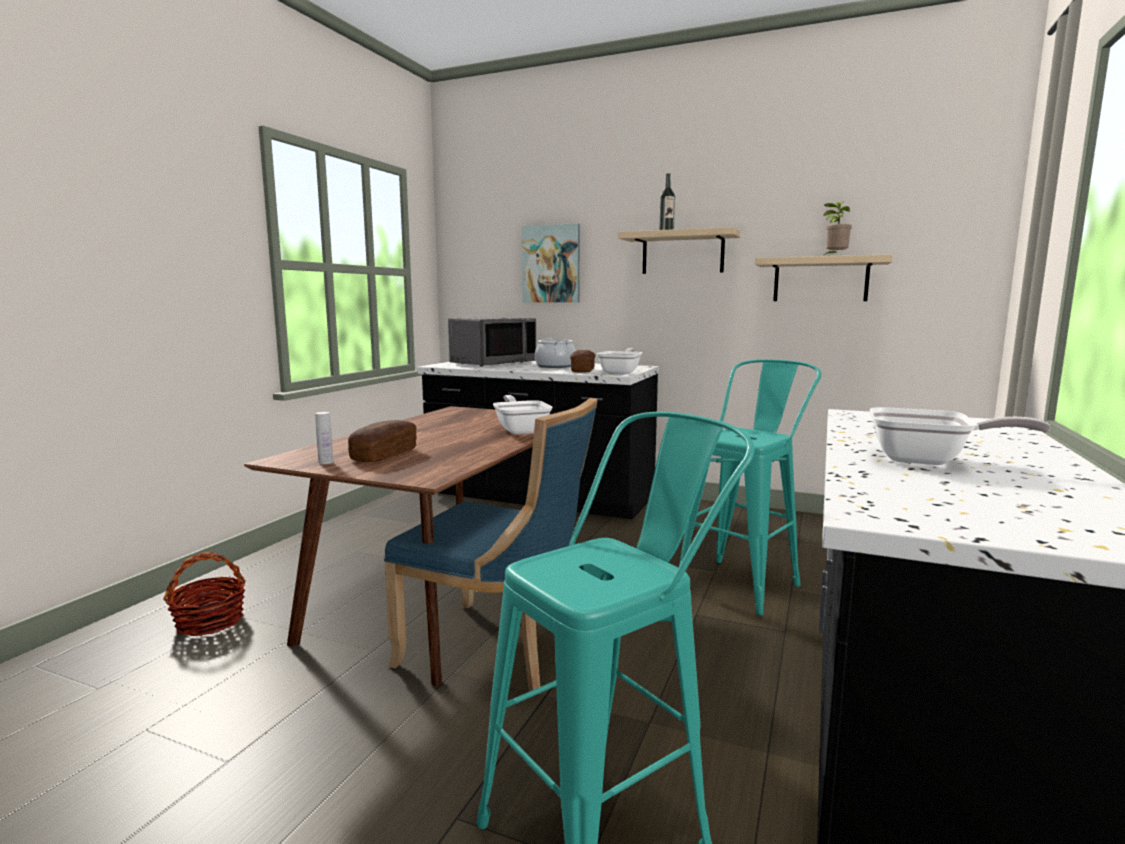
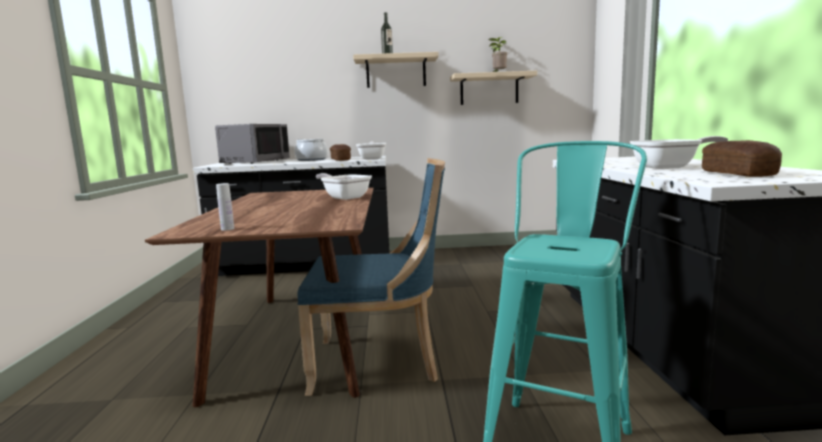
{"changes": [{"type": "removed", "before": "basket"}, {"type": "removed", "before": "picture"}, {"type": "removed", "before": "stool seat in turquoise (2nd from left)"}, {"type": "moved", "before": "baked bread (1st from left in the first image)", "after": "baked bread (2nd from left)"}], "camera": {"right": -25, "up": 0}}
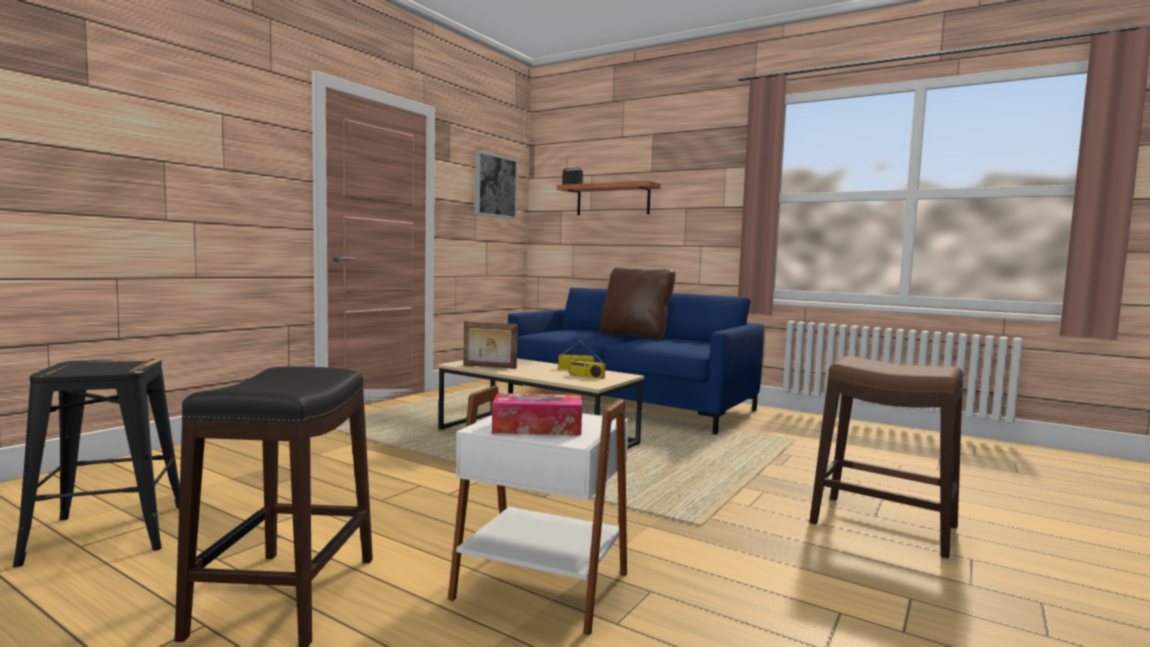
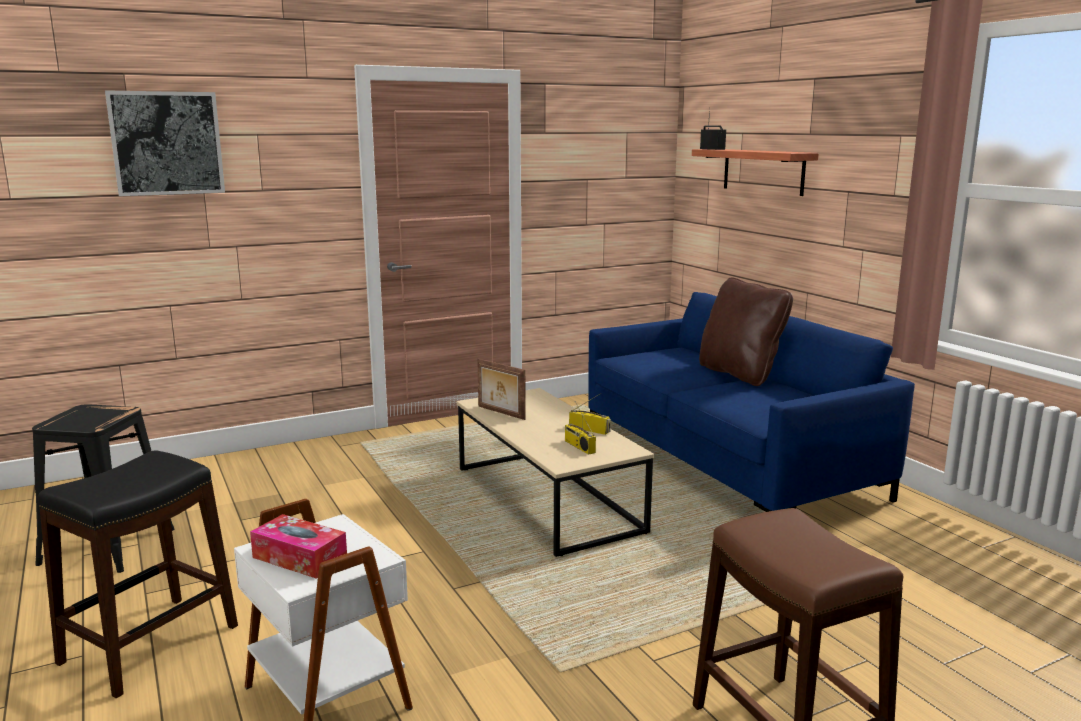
{"changes": [{"type": "moved", "before": "picture"}], "camera": {"right": 30, "up": 10}}
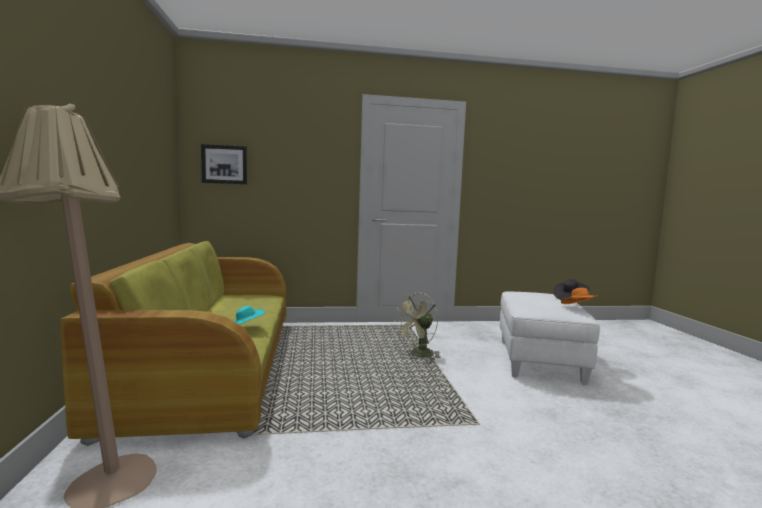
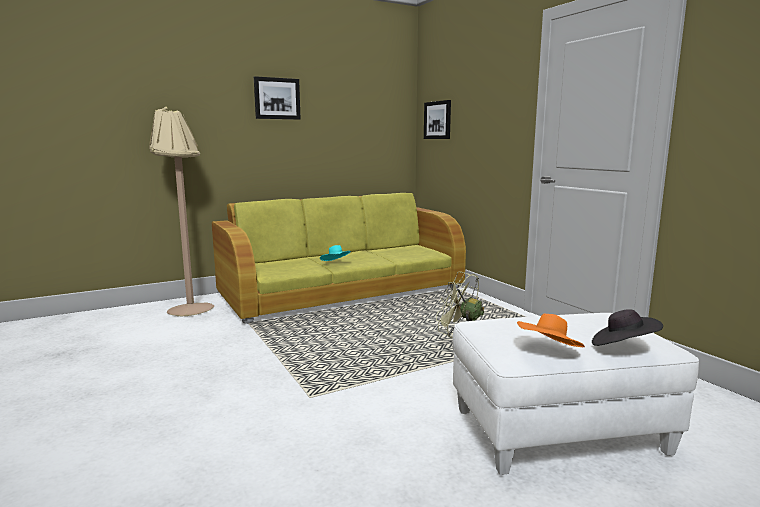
{"changes": [{"type": "added", "after": "picture (1st from left)"}], "camera": {"right": 70, "up": 5}}
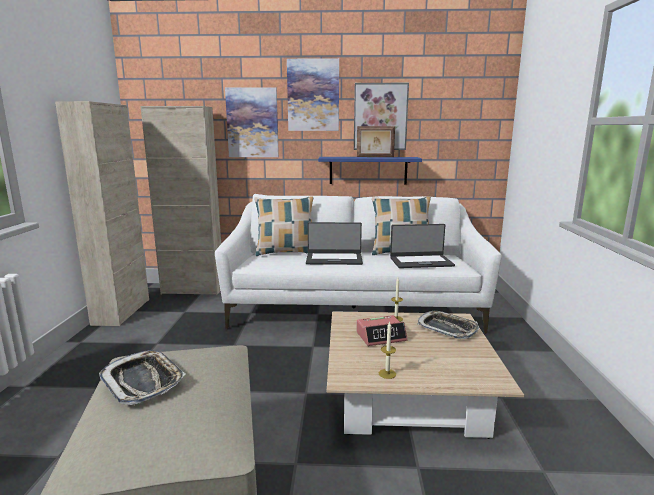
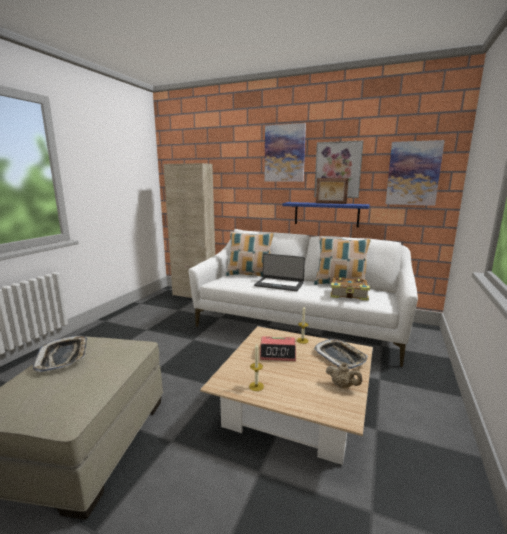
{"changes": [{"type": "removed", "before": "storage cabinet in beige (1st from left)"}, {"type": "added", "after": "teapot in beige"}, {"type": "moved", "before": "picture (1st from left in the first image)", "after": "picture (3rd from left)"}, {"type": "replaced", "before": "laptop (2nd from left)", "after": "bound book"}], "camera": {"right": 20, "up": 0}}
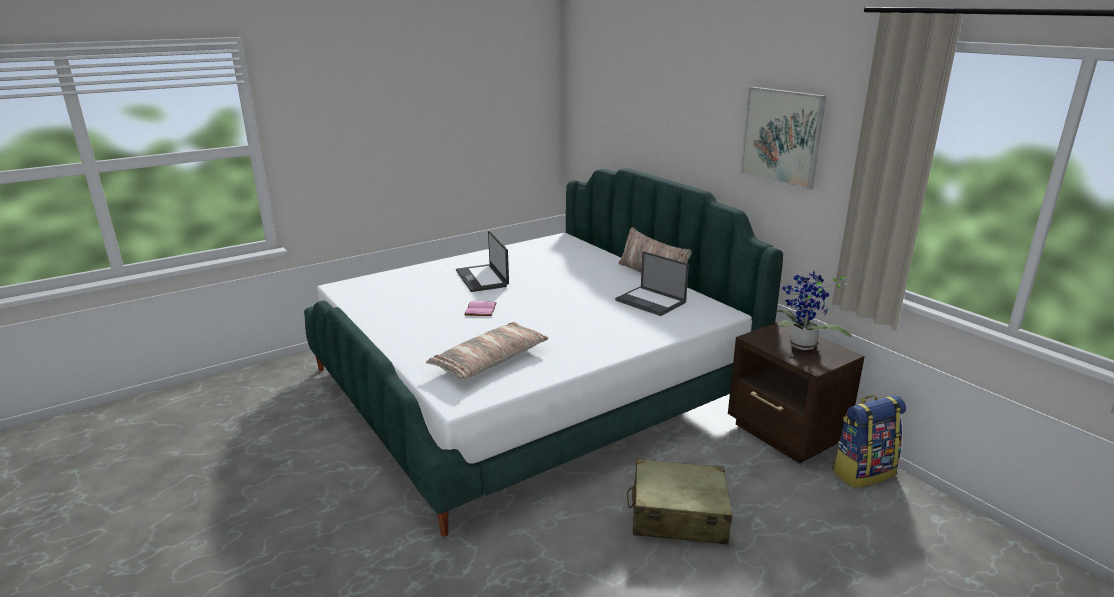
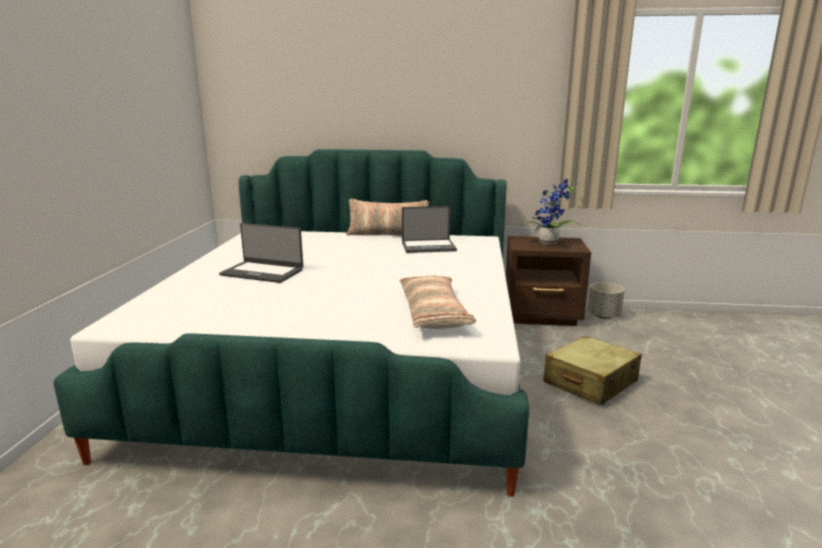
{"changes": [{"type": "removed", "before": "bound book in pink-coloured"}, {"type": "removed", "before": "picture"}, {"type": "replaced", "before": "knapsack", "after": "planter in grey"}], "camera": {"right": -50, "up": -5}}
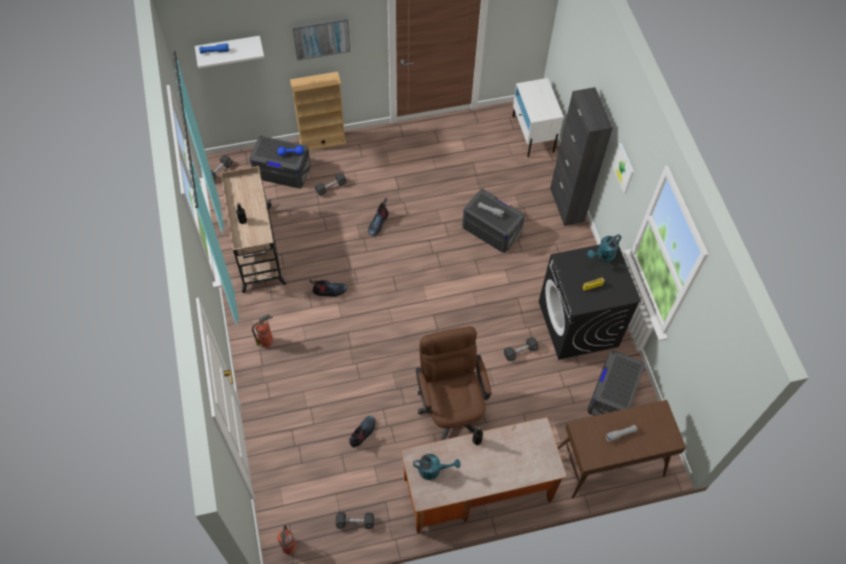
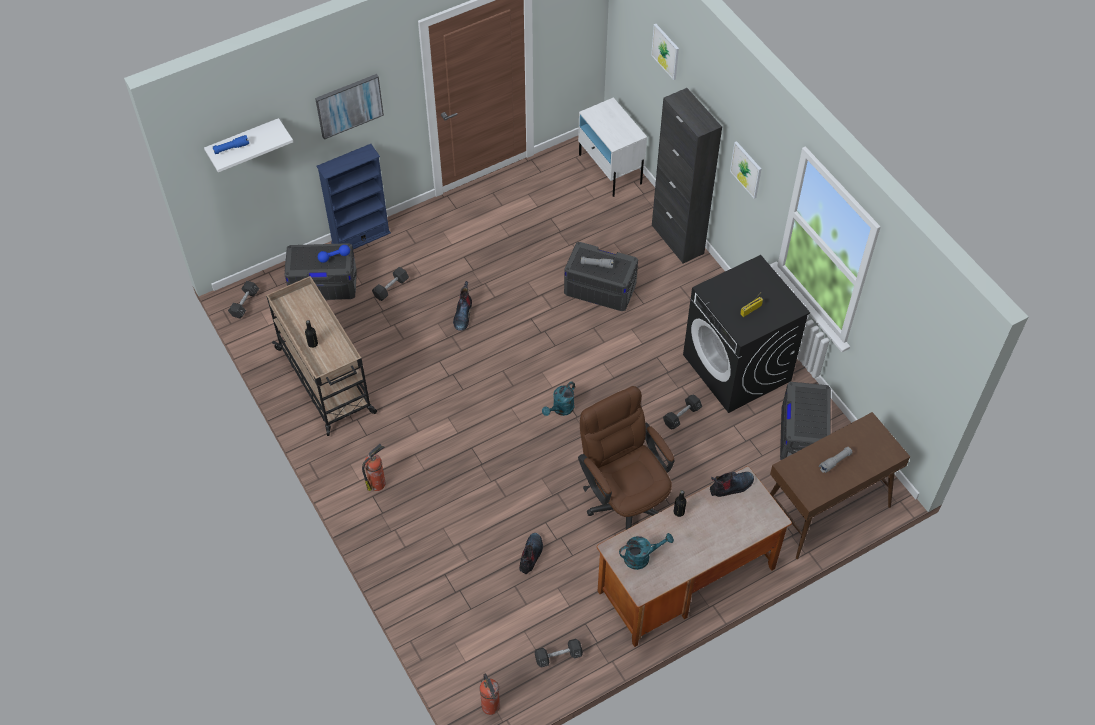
{"changes": [{"type": "added", "after": "picture (2nd from left)"}, {"type": "moved", "before": "boot (1st from left in the first image)", "after": "boot (3rd from left)"}, {"type": "moved", "before": "sprinkling can in turquoise (2nd from left in the first image)", "after": "sprinkling can in turquoise (1st from left)"}, {"type": "recoloured", "before": "shelving unit in beige", "after": "shelving unit in bluish"}], "camera": {"right": -15, "up": -5}}
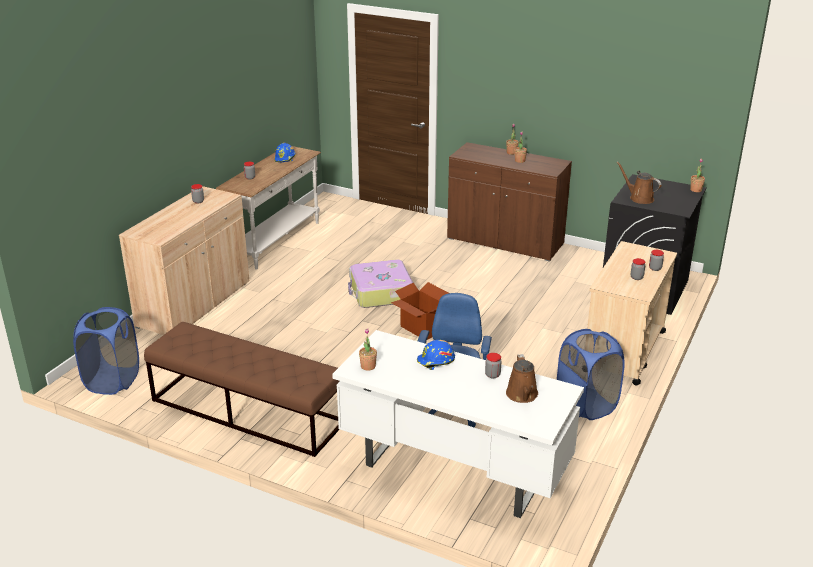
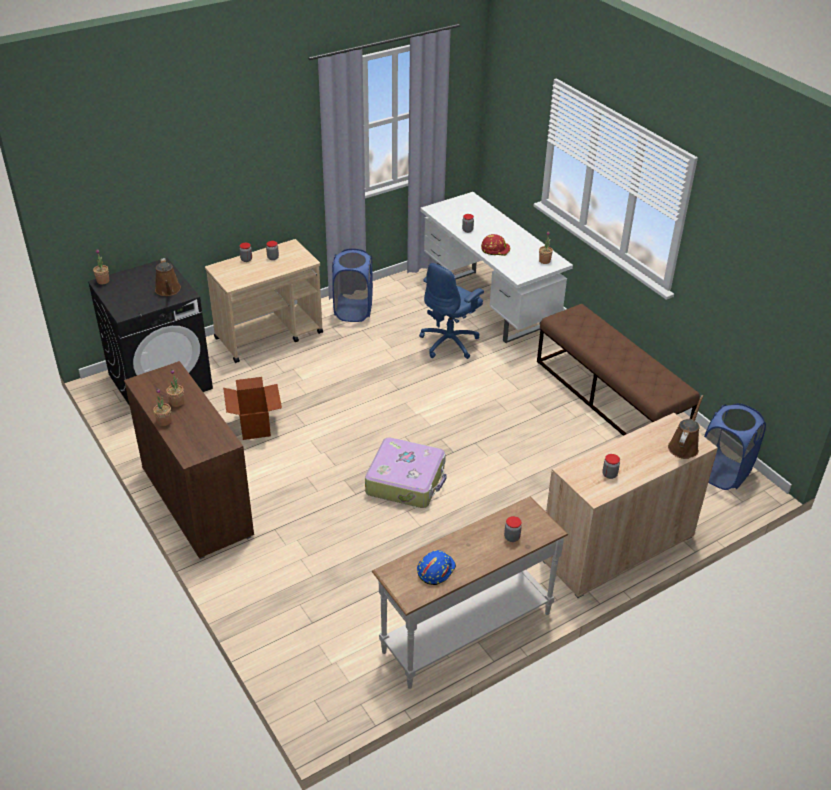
{"changes": [{"type": "moved", "before": "carton"}, {"type": "moved", "before": "sprinkling can in brownish (1st from left in the first image)", "after": "sprinkling can in brownish (2nd from left)"}, {"type": "recoloured", "before": "hard hat in bluish (2nd from left)", "after": "hard hat in reddish"}], "camera": {"right": -150, "up": 10}}
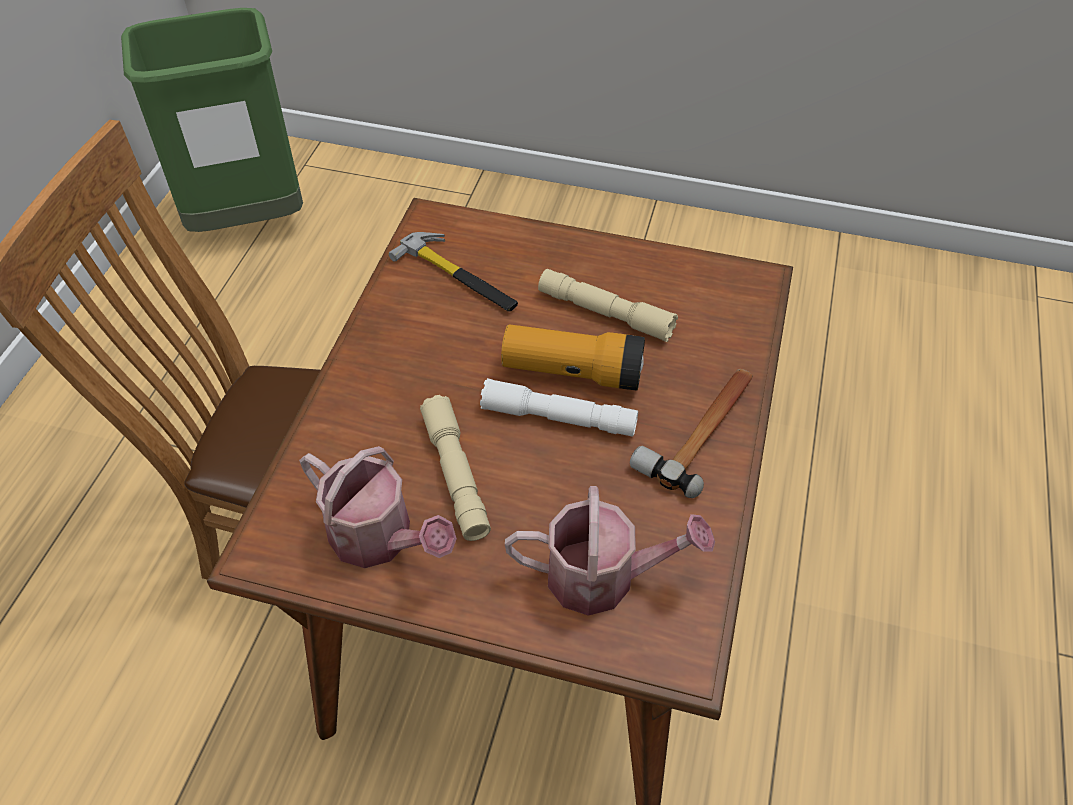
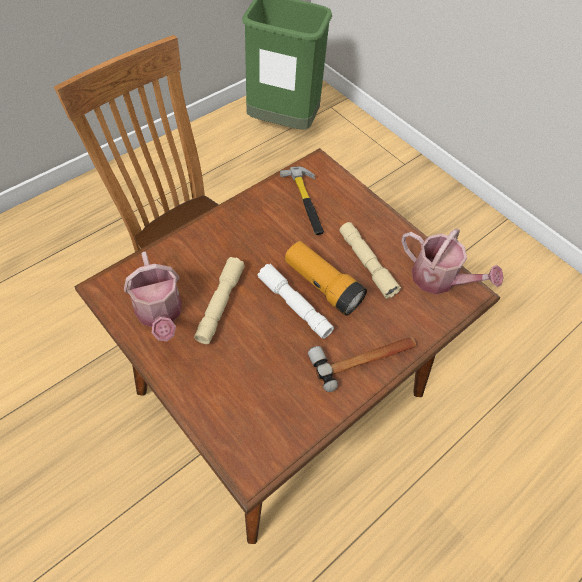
{"changes": [{"type": "moved", "before": "sprinkling can (2nd from left)"}], "camera": {"right": 30, "up": 5}}
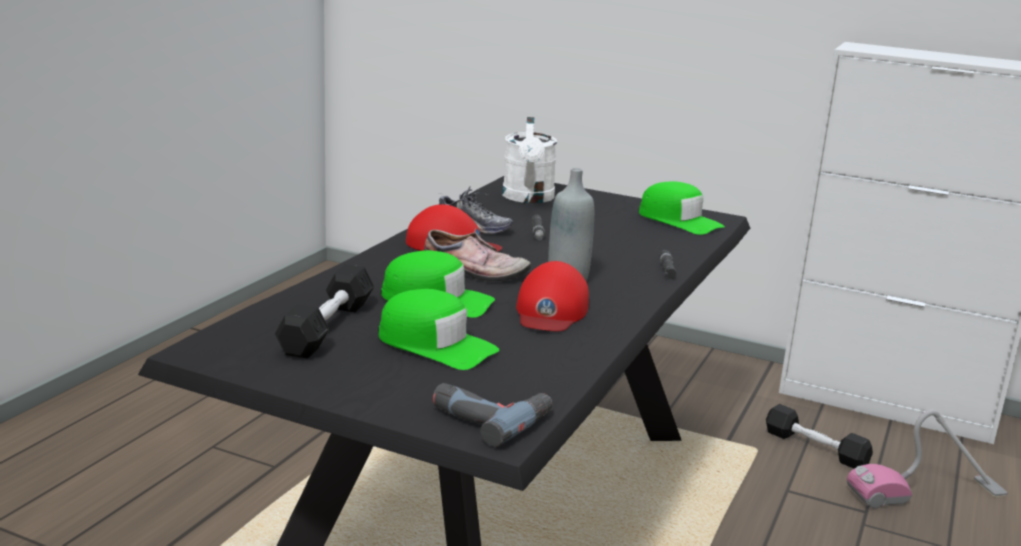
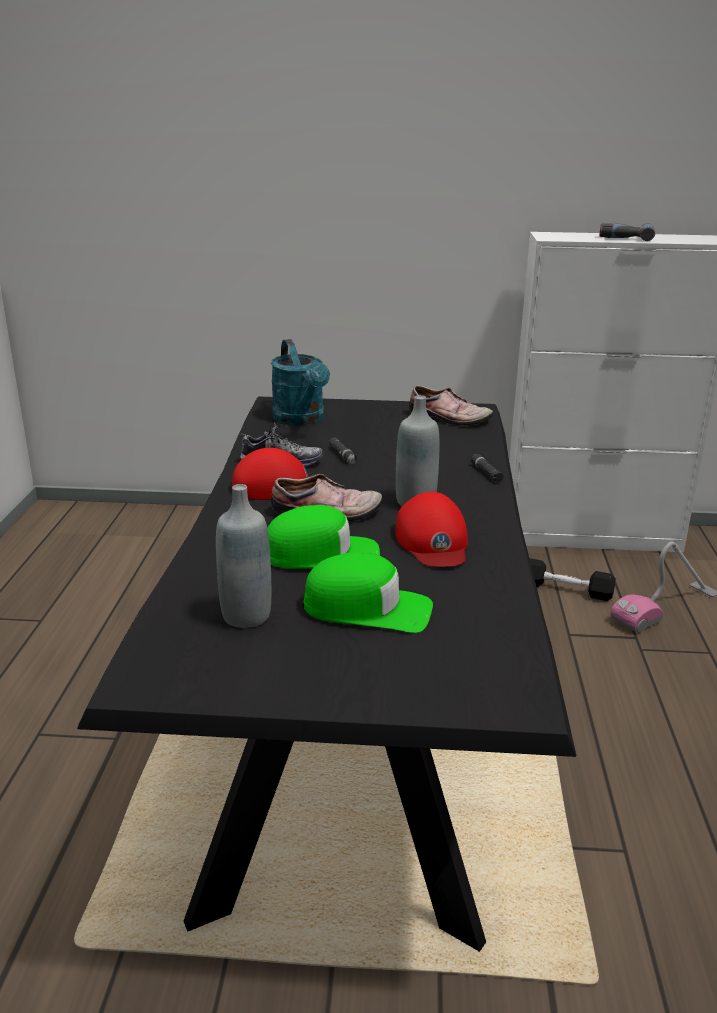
{"changes": [{"type": "moved", "before": "power drill"}, {"type": "replaced", "before": "hand weight in black-coloured (1st from left)", "after": "drink bottle in grey (1st from left)"}, {"type": "replaced", "before": "baseball cap in greenish (3rd from left)", "after": "item of footwear (3rd from left)"}, {"type": "recoloured", "before": "sprinkling can in white-coloured", "after": "sprinkling can in turquoise"}], "camera": {"right": -20, "up": 5}}
